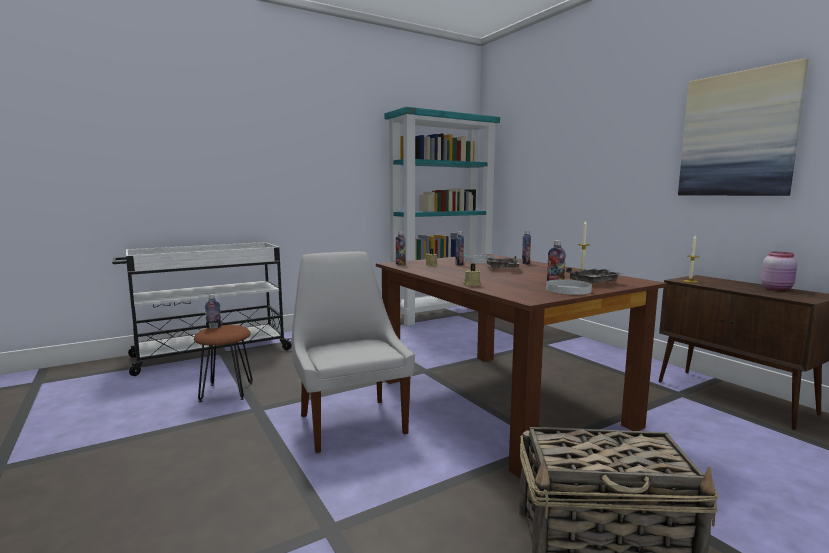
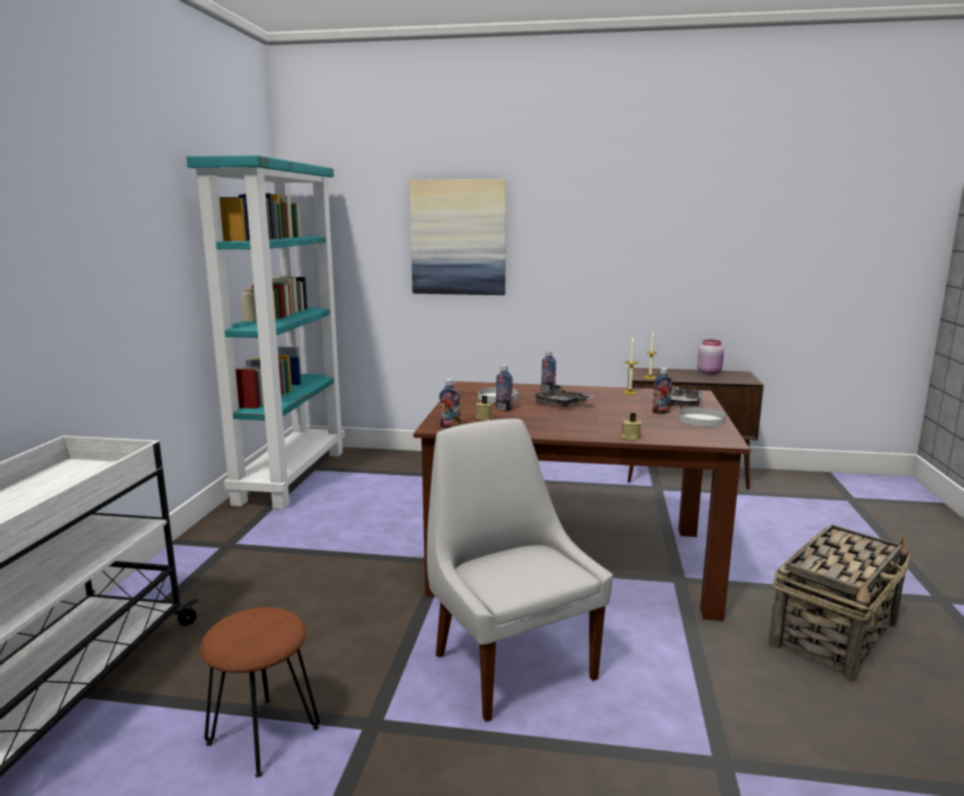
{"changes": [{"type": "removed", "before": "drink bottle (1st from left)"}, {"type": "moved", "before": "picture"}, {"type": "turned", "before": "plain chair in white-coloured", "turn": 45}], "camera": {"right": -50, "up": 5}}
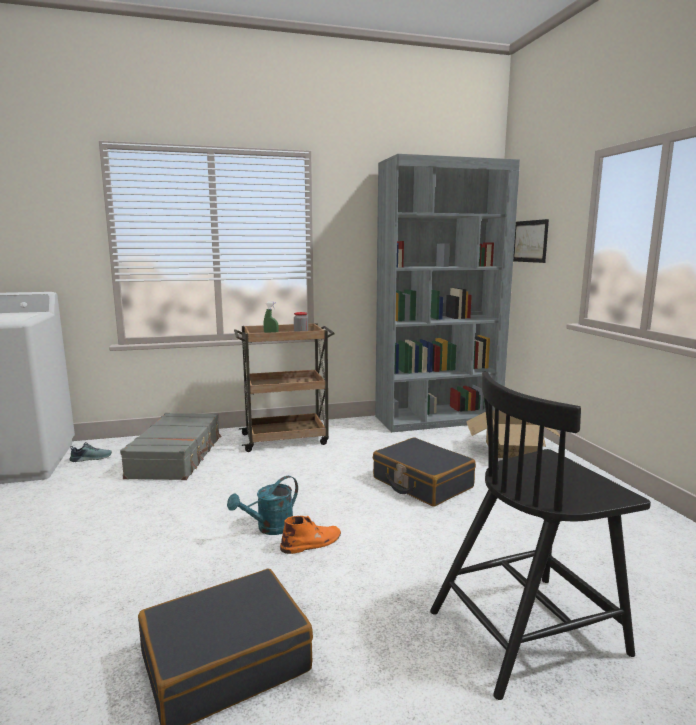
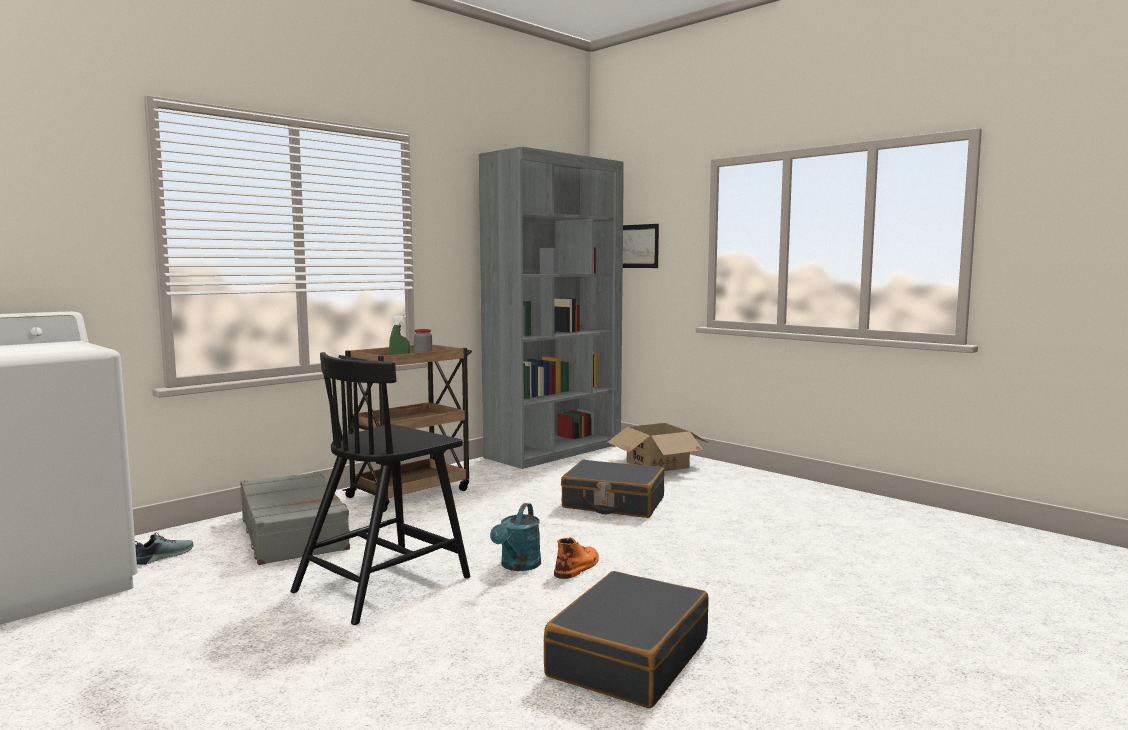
{"changes": [{"type": "moved", "before": "plain chair in black-coloured"}], "camera": {"right": -30, "up": -5}}
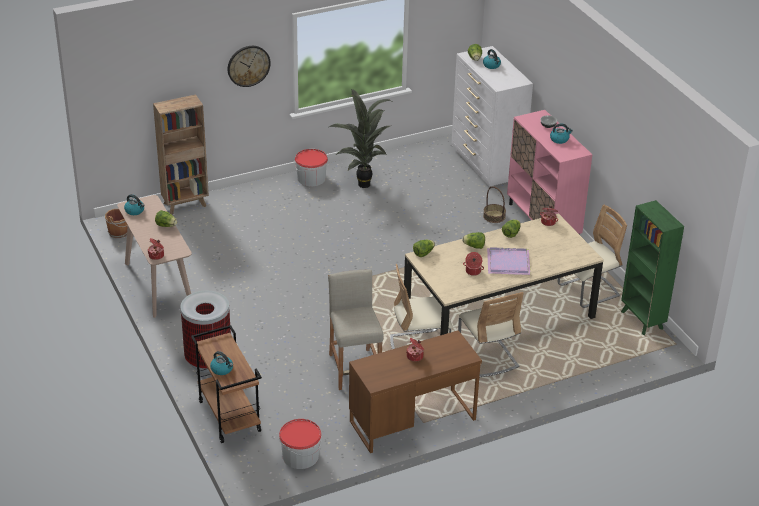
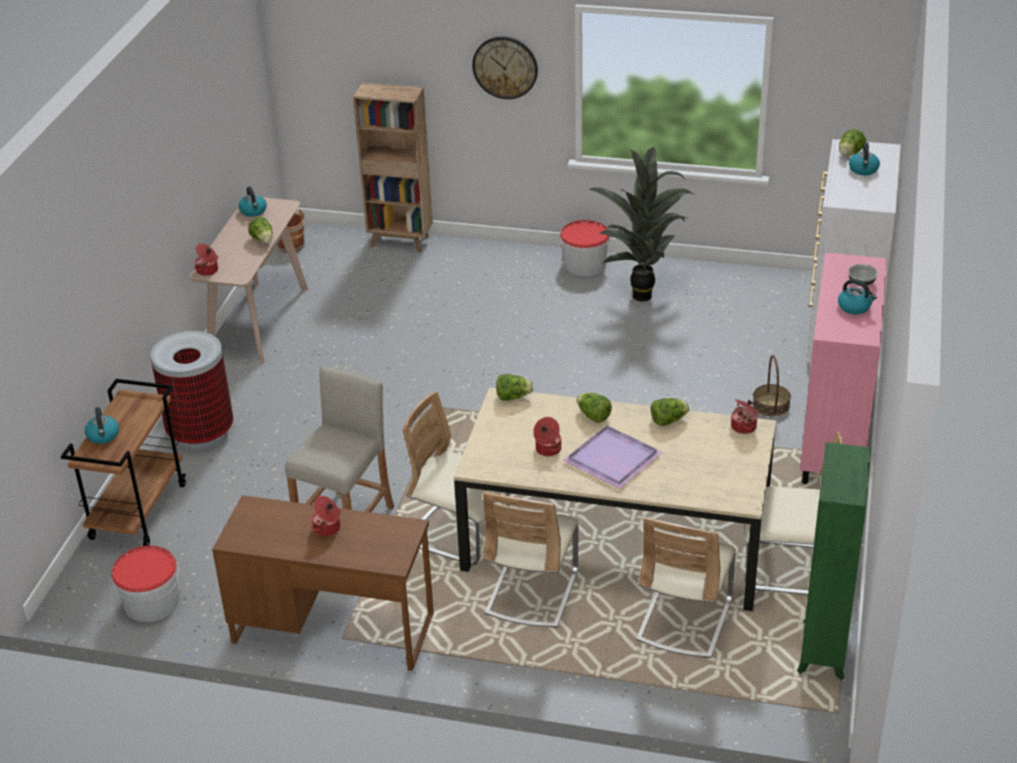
{"changes": [{"type": "added", "after": "plain chair in beige (3rd from left)"}], "camera": {"right": 40, "up": 0}}
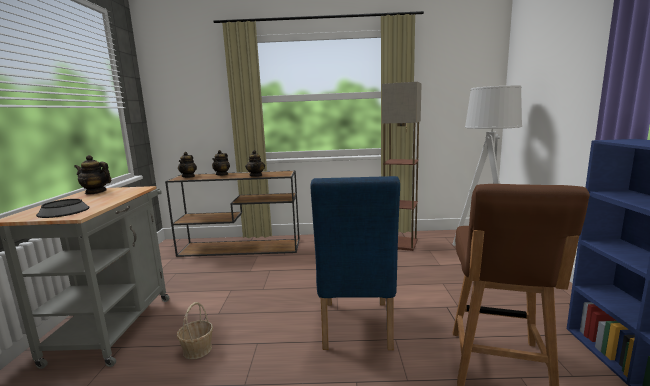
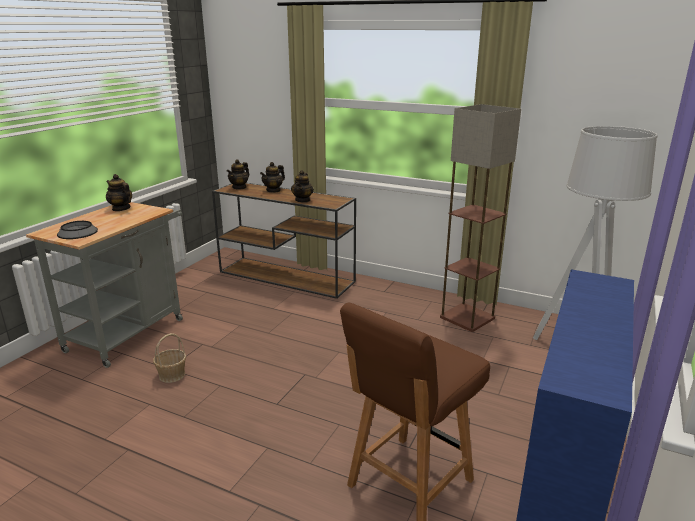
{"changes": [{"type": "removed", "before": "plain chair in bluish"}], "camera": {"right": 25, "up": 10}}
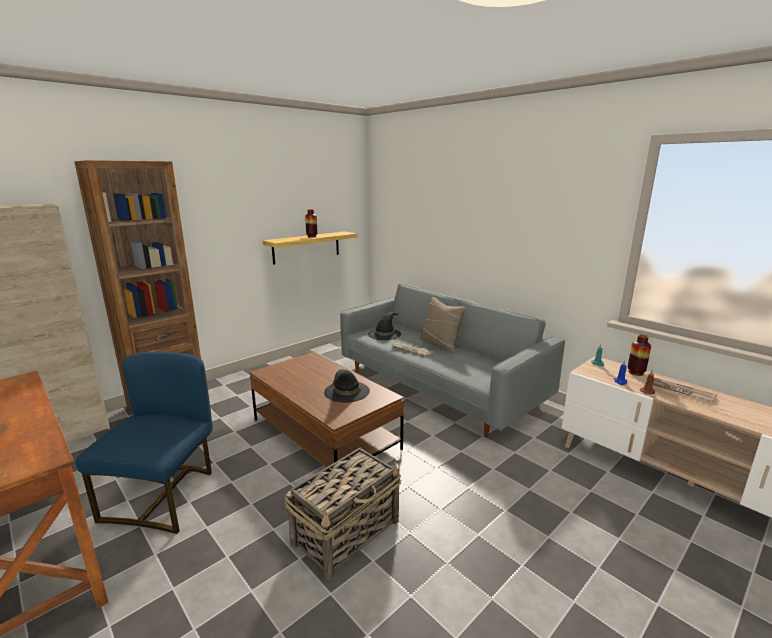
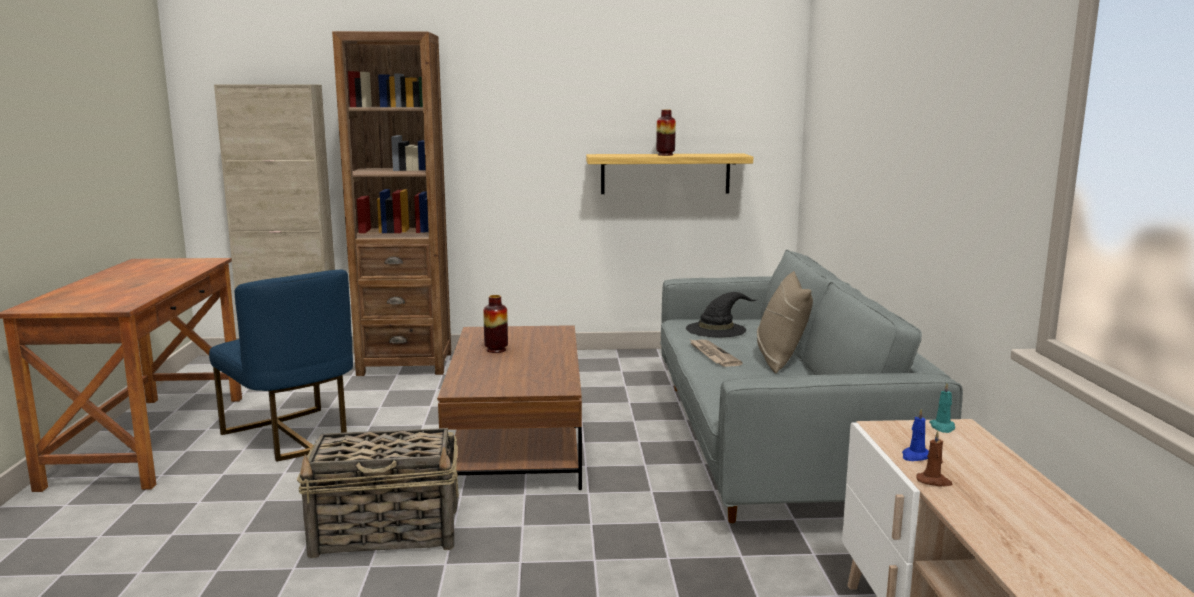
{"changes": [{"type": "removed", "before": "hat in black-coloured (1st from left)"}, {"type": "removed", "before": "daily paper (2nd from left)"}, {"type": "moved", "before": "vase (2nd from left in the first image)", "after": "vase (1st from left)"}, {"type": "turned", "before": "plain chair in bluish", "turn": 90}], "camera": {"right": 40, "up": -5}}
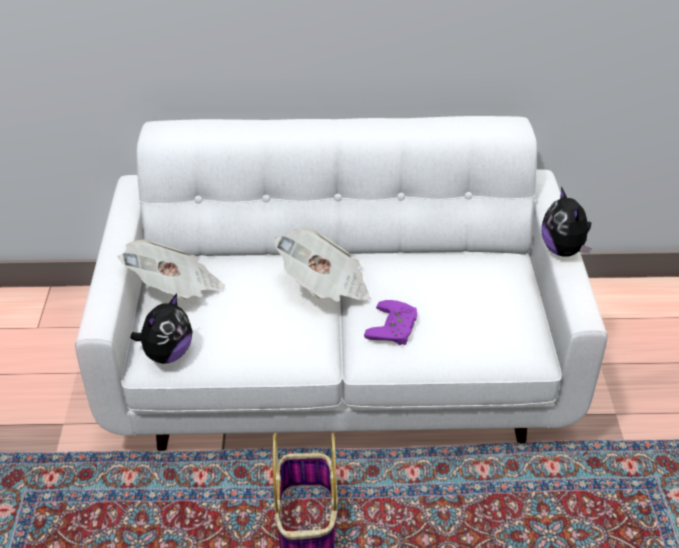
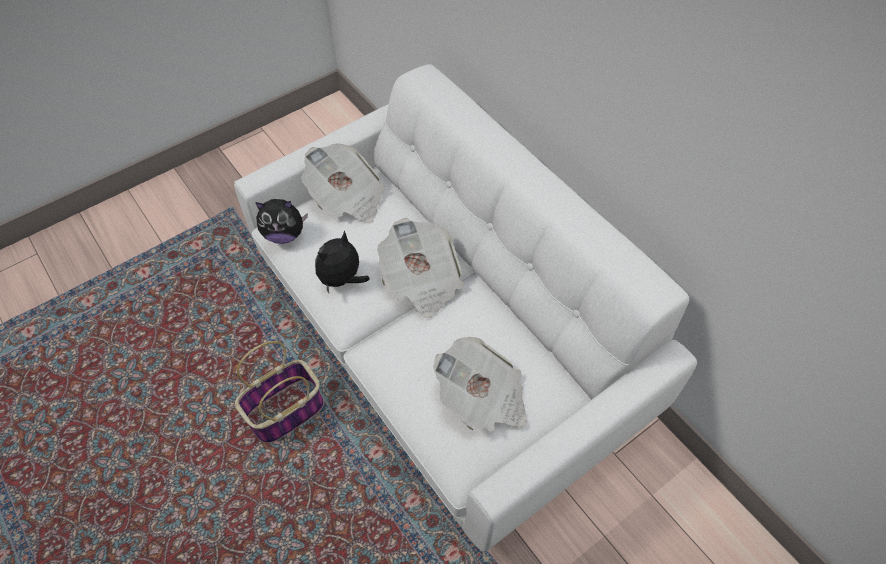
{"changes": [{"type": "removed", "before": "gamepad in purple-coloured"}, {"type": "added", "after": "daily paper (3rd from left)"}, {"type": "moved", "before": "cuddly toy (2nd from left)"}], "camera": {"right": 55, "up": 15}}
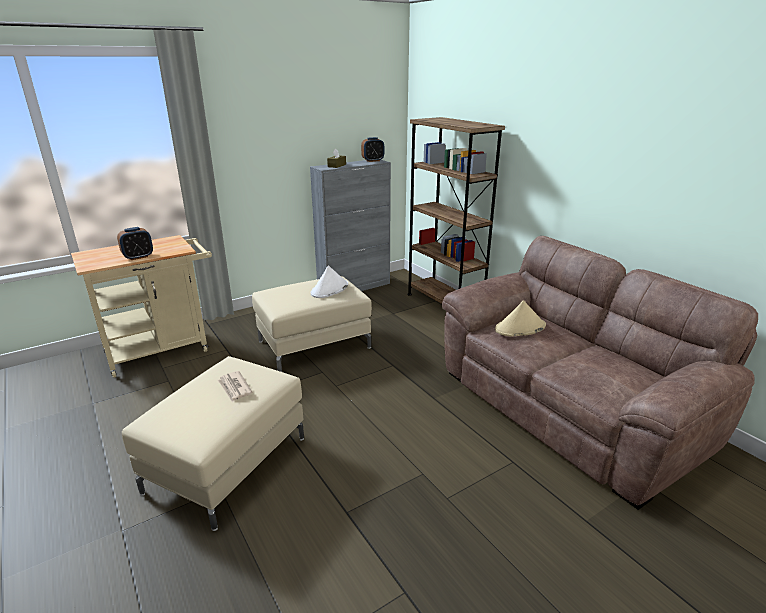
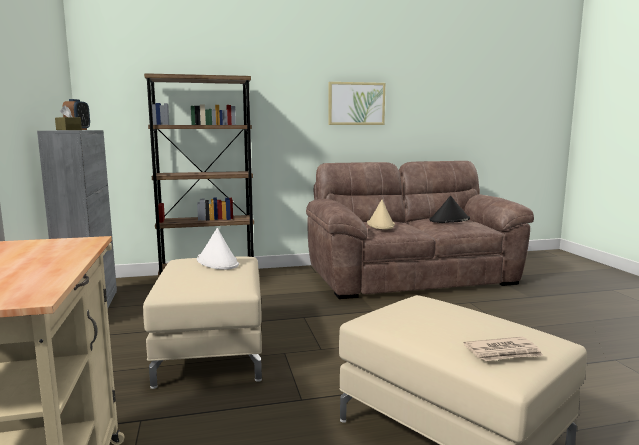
{"changes": [{"type": "removed", "before": "bedside clock (1st from left)"}, {"type": "added", "after": "picture"}, {"type": "added", "after": "hat in black-coloured"}, {"type": "moved", "before": "daily paper"}], "camera": {"right": -70, "up": -15}}
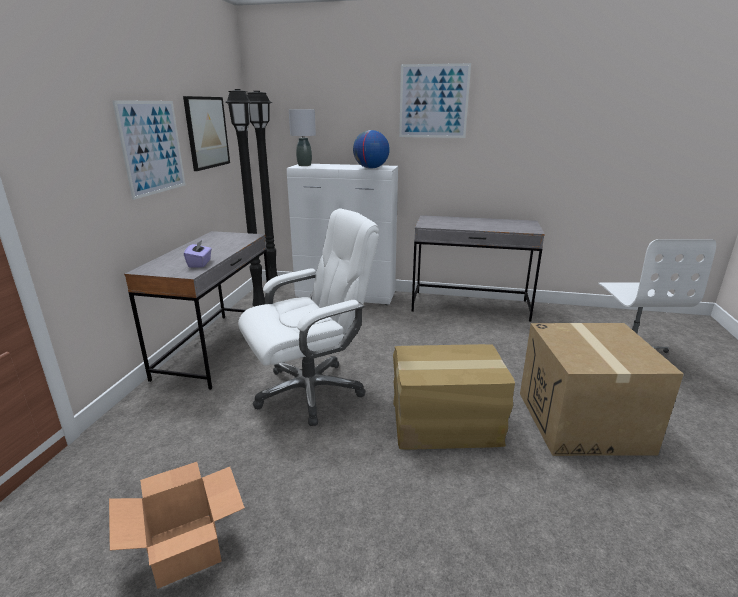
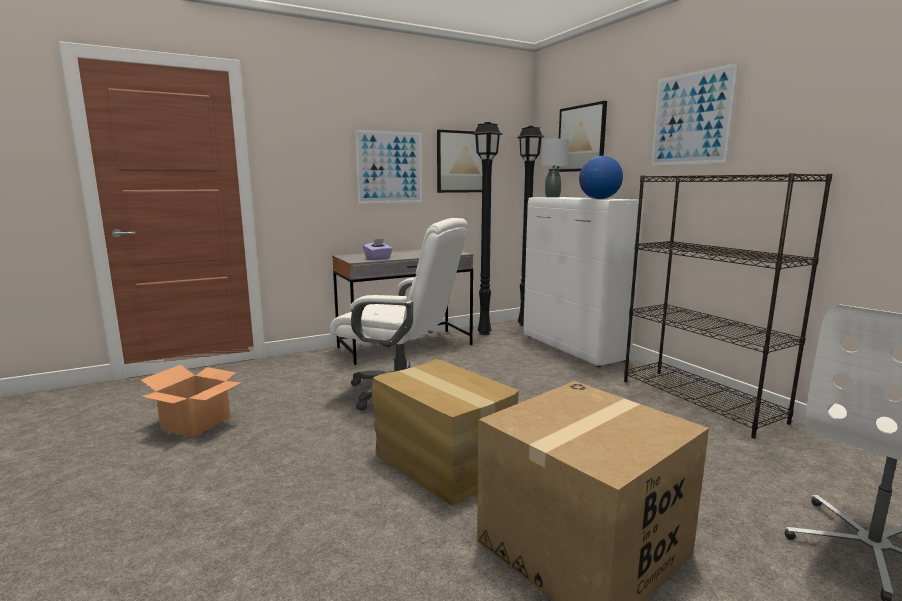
{"changes": [{"type": "added", "after": "picture (3rd from left)"}, {"type": "replaced", "before": "desk table in grey (2nd from left)", "after": "shelving unit in black-coloured"}], "camera": {"right": 50, "up": -10}}
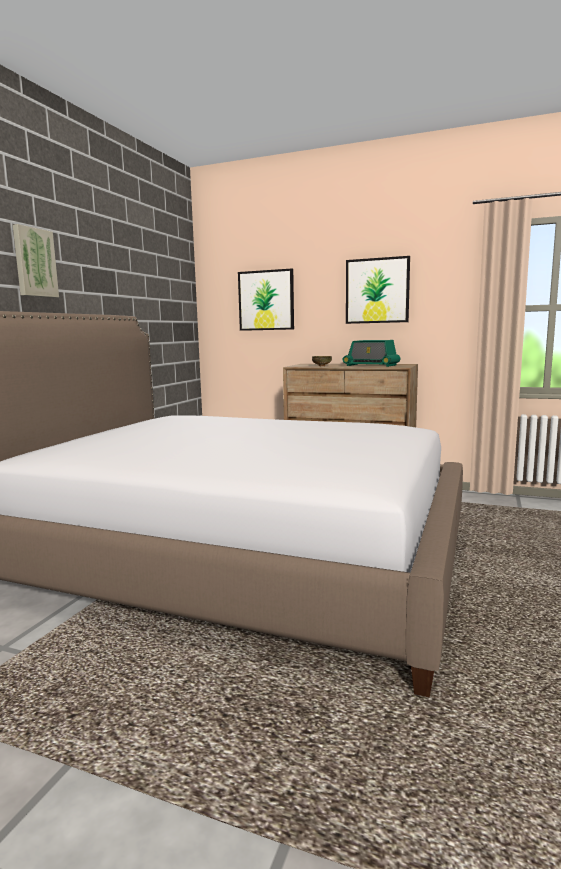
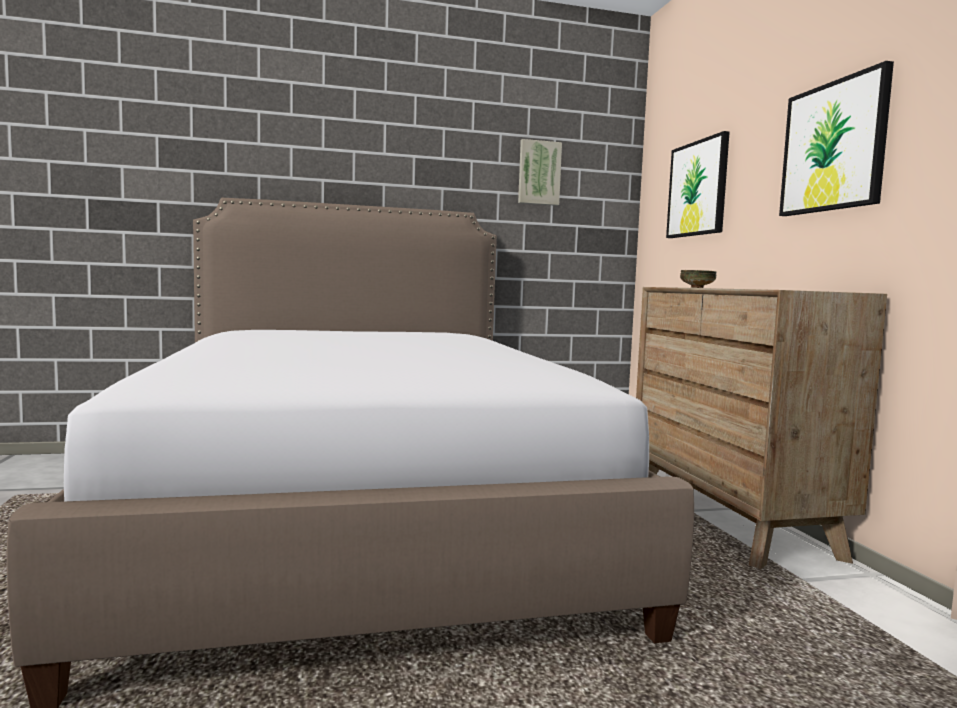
{"changes": [{"type": "removed", "before": "radio"}, {"type": "moved", "before": "picture (1st from left)"}], "camera": {"right": 55, "up": -5}}
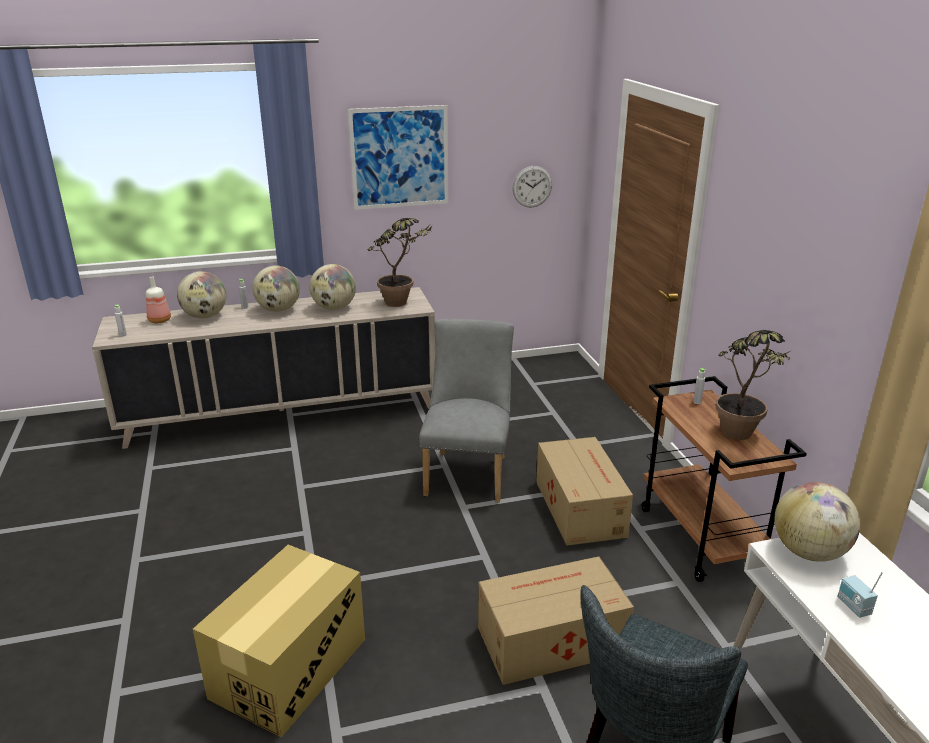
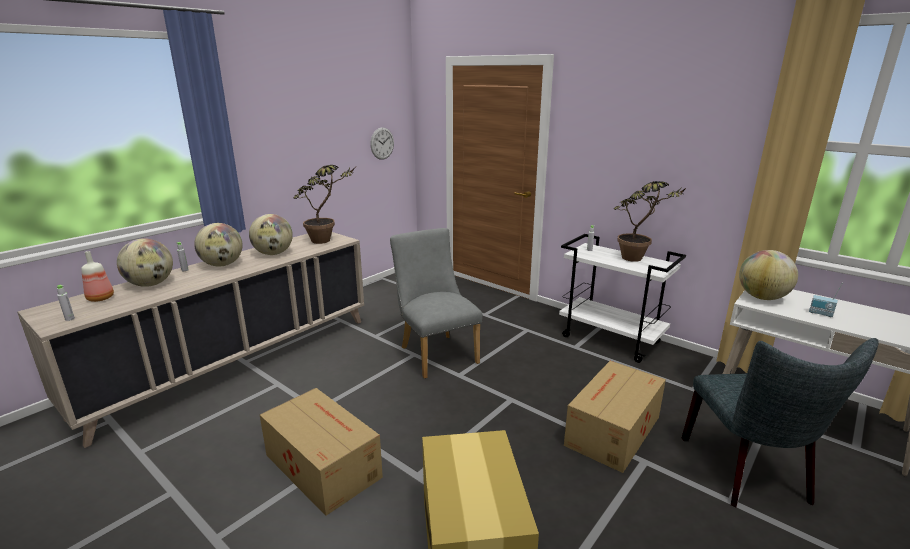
{"changes": [{"type": "removed", "before": "picture"}, {"type": "moved", "before": "carton (3rd from left in the first image)", "after": "carton (1st from left)"}, {"type": "recoloured", "before": "trolley in brownish", "after": "trolley in white-coloured"}], "camera": {"right": -35, "up": -5}}
